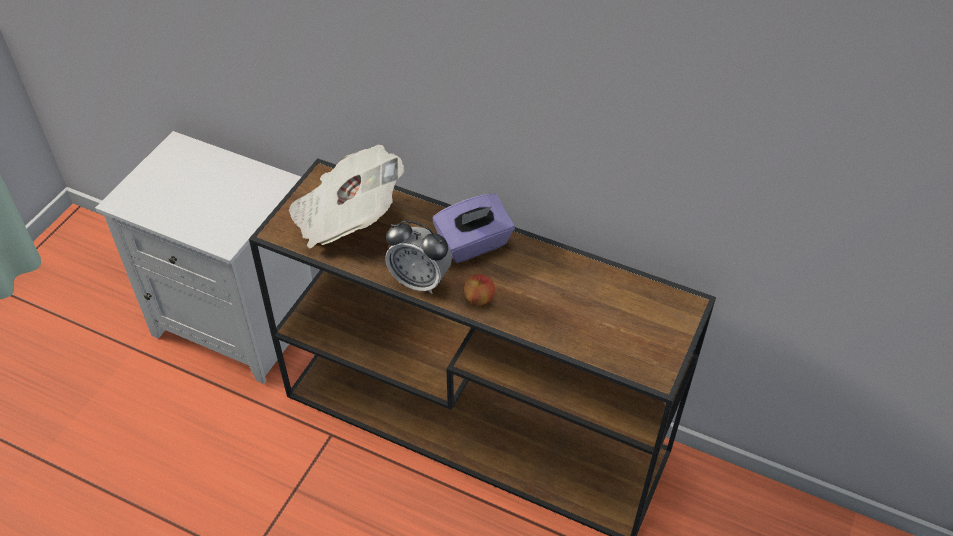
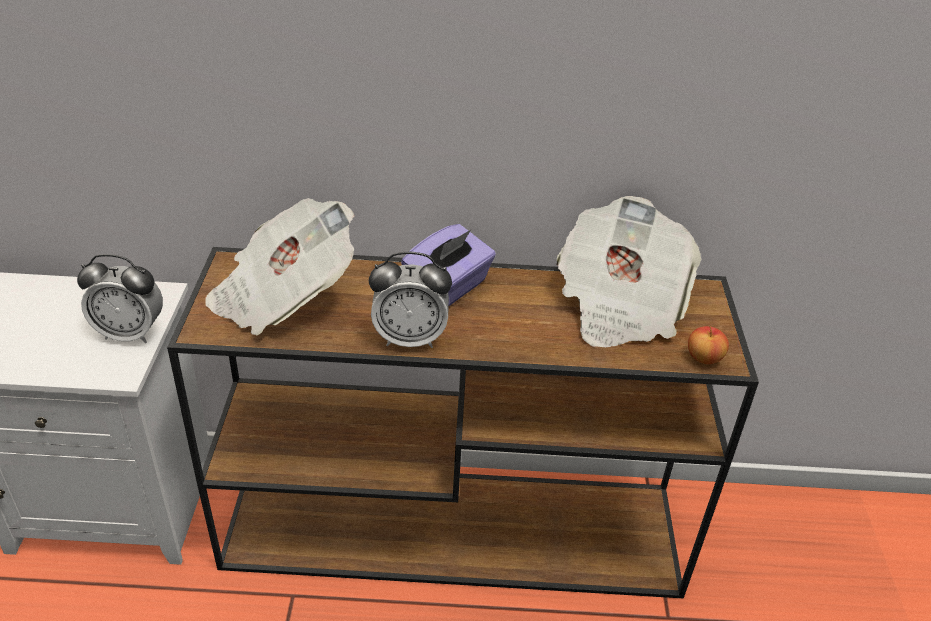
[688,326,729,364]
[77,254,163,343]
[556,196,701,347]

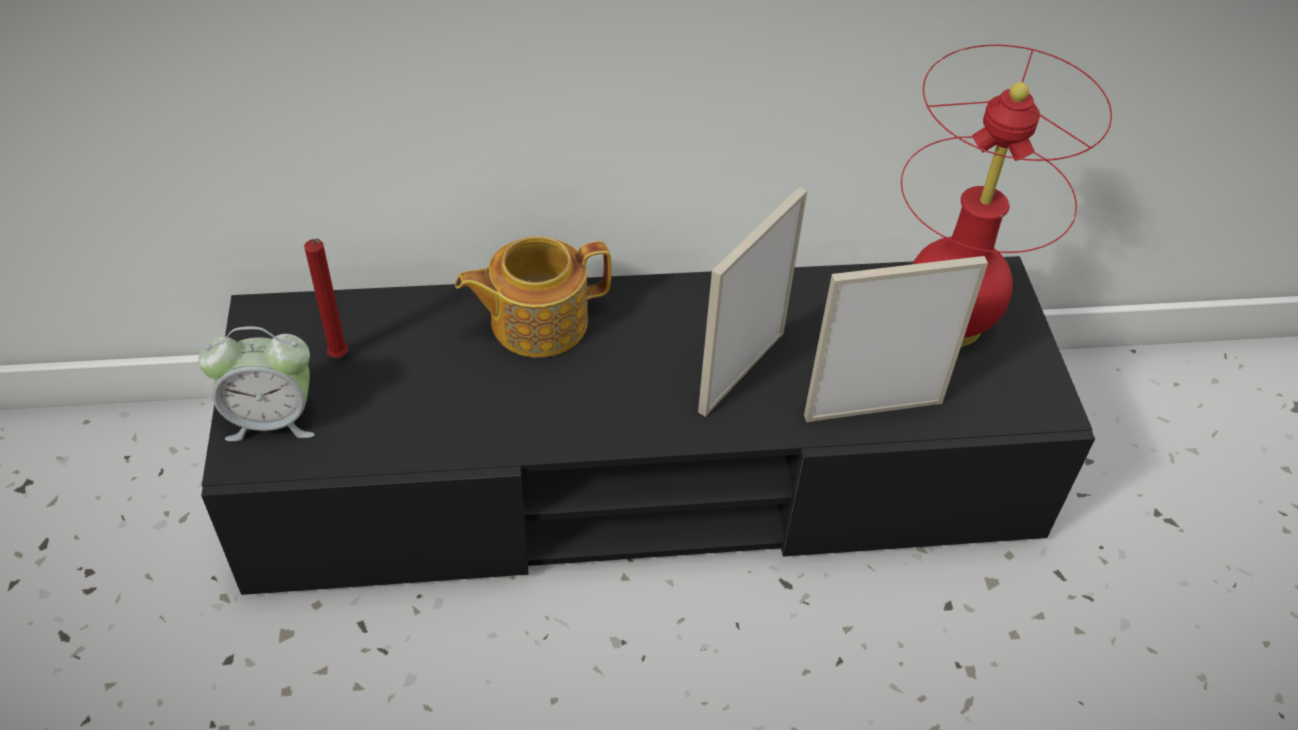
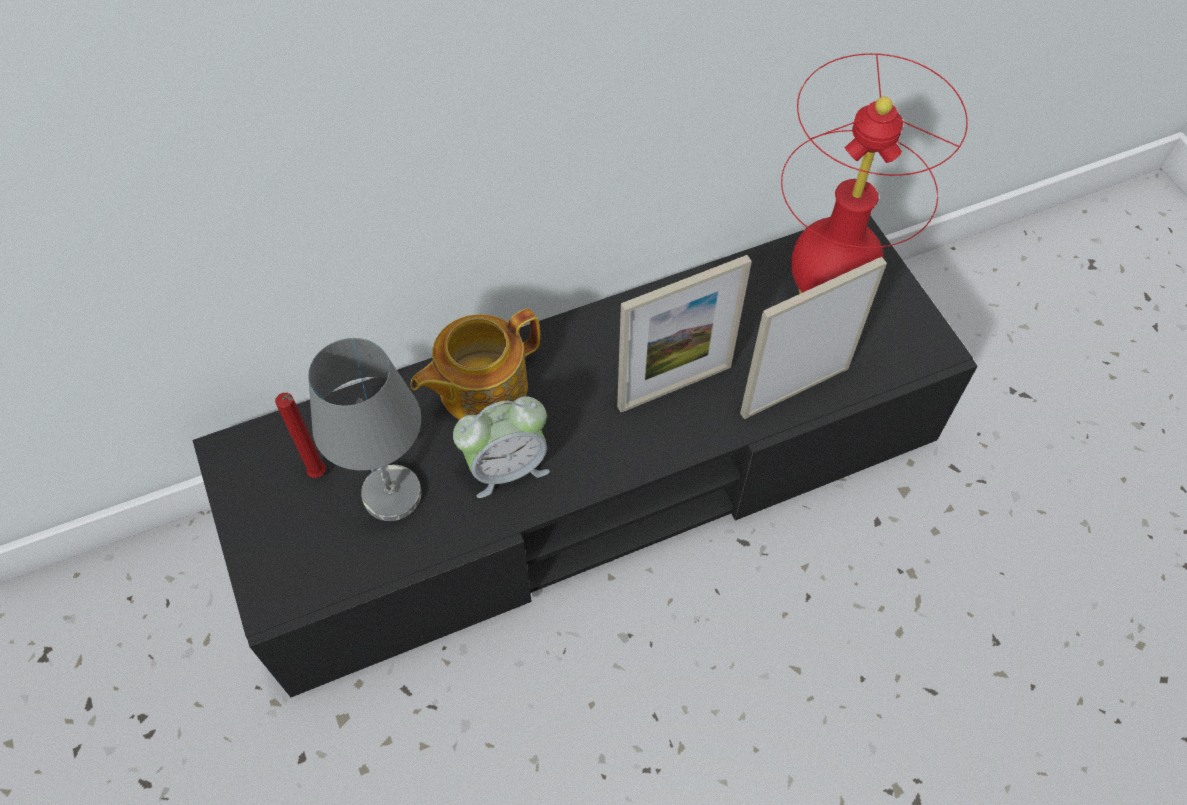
[453,396,550,498]
[617,255,752,412]
[308,338,421,521]

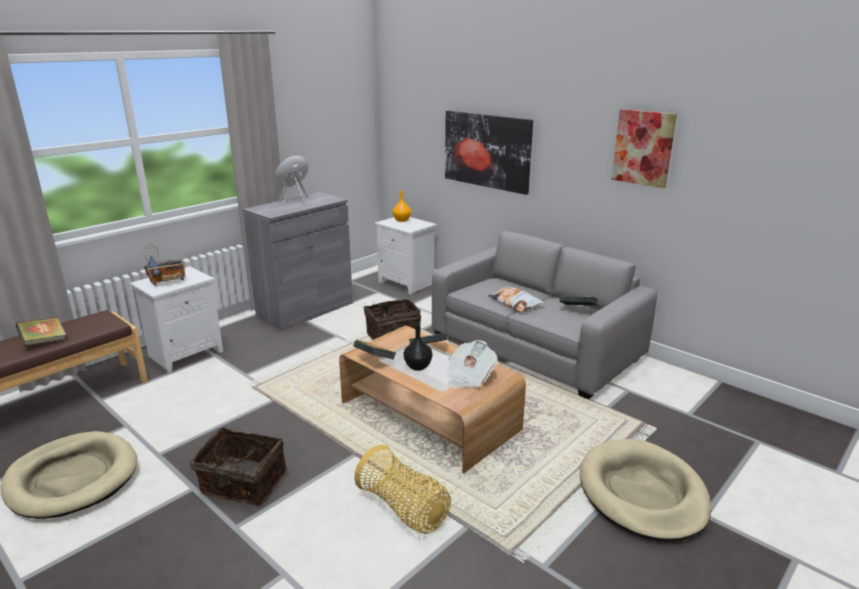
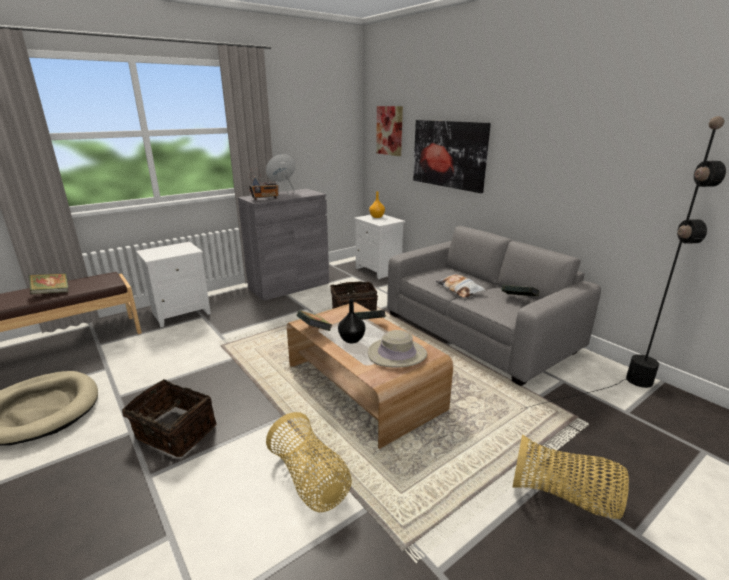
[249,168,279,200]
[368,330,427,368]
[512,434,629,519]
[376,106,403,156]
[438,116,726,439]

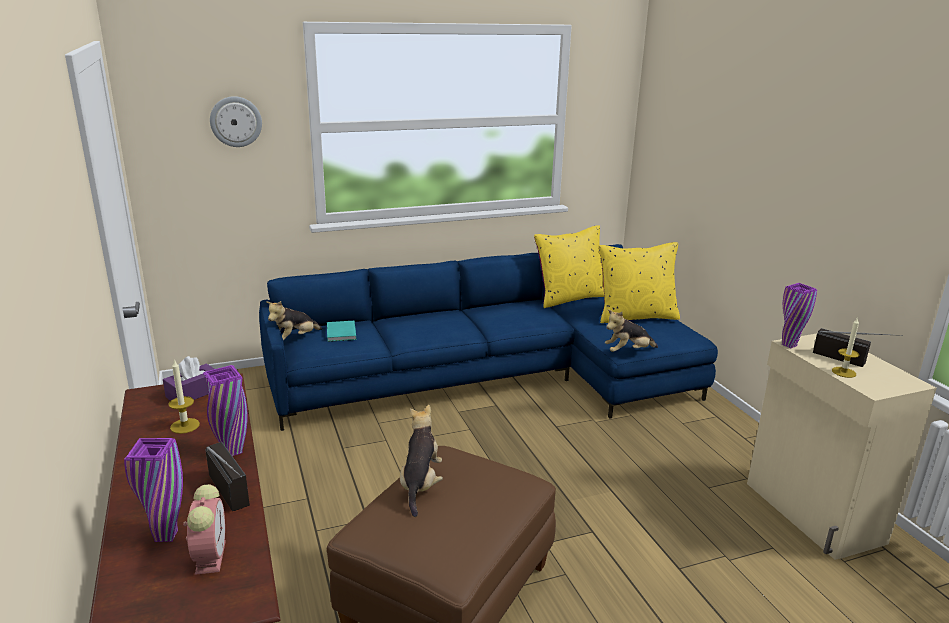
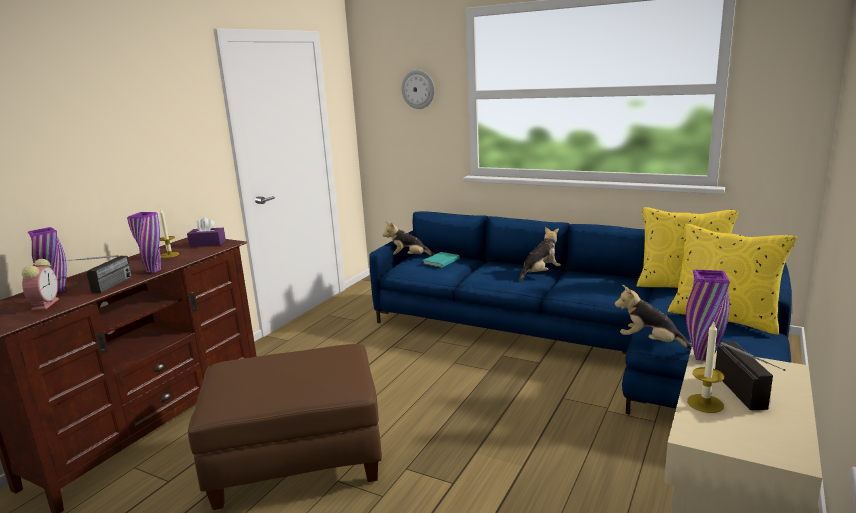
[22,259,59,311]
[519,227,561,281]

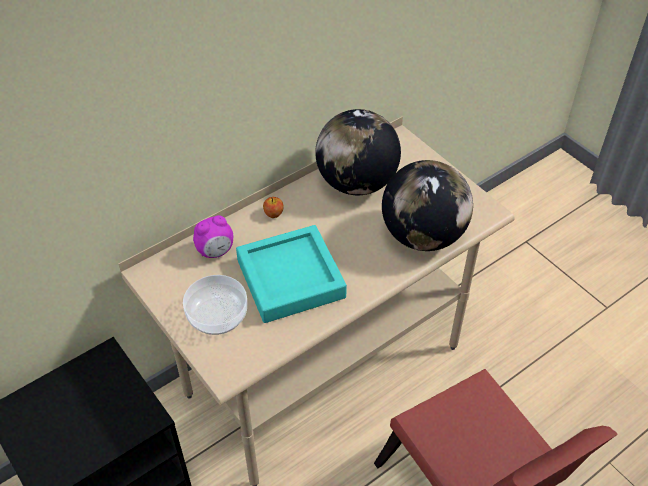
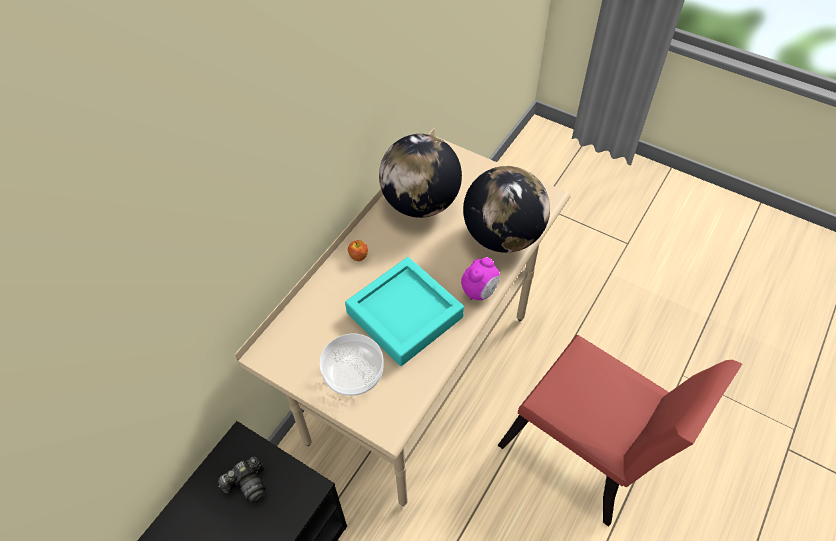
[461,257,500,300]
[218,456,265,503]

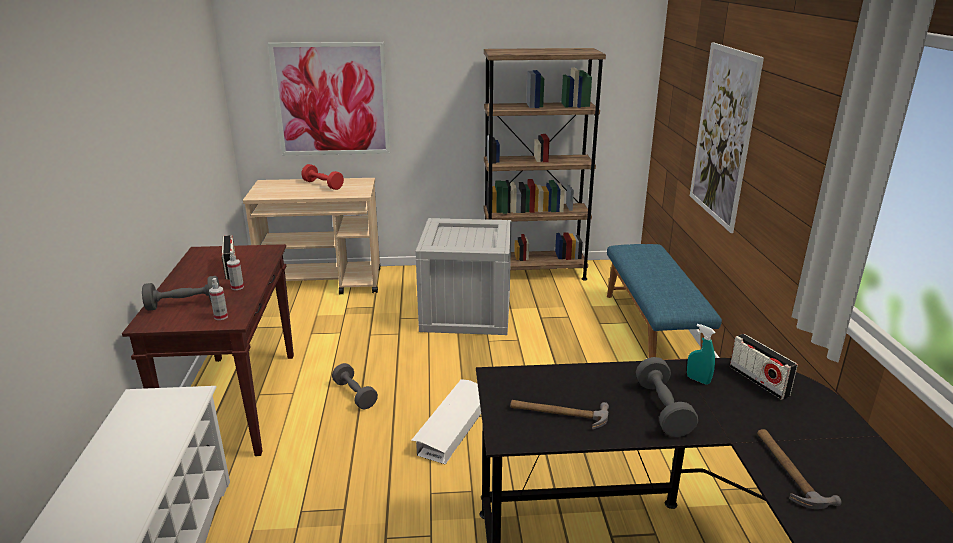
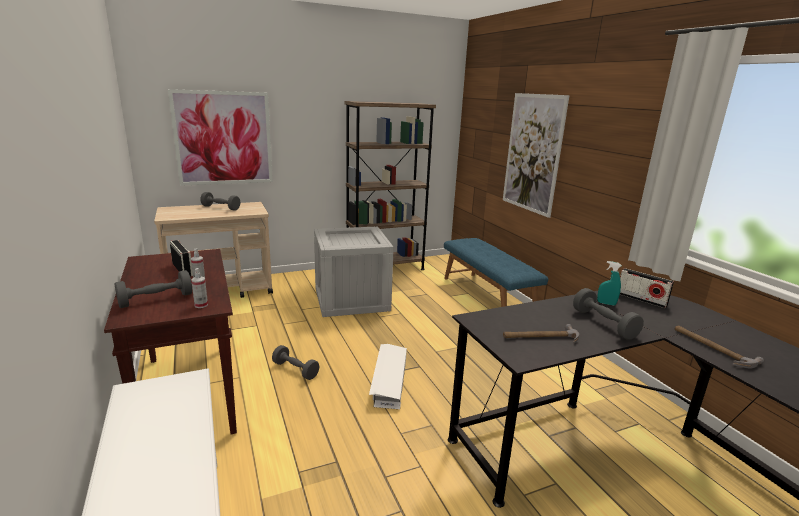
[200,192,240,210]

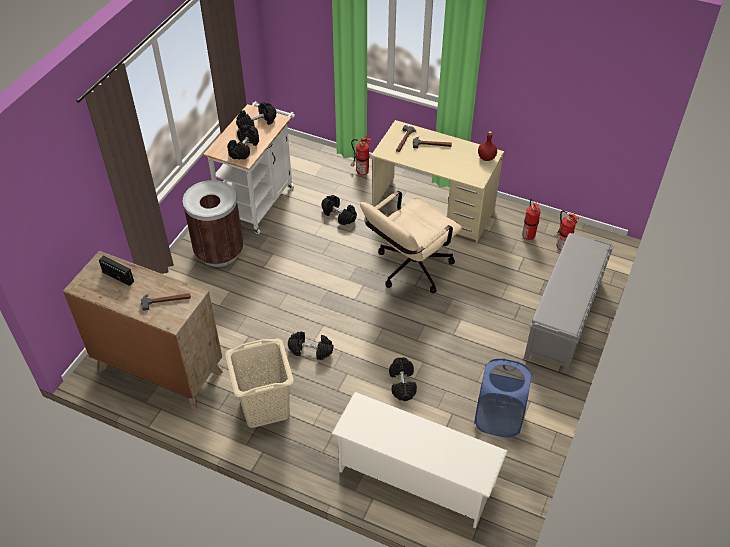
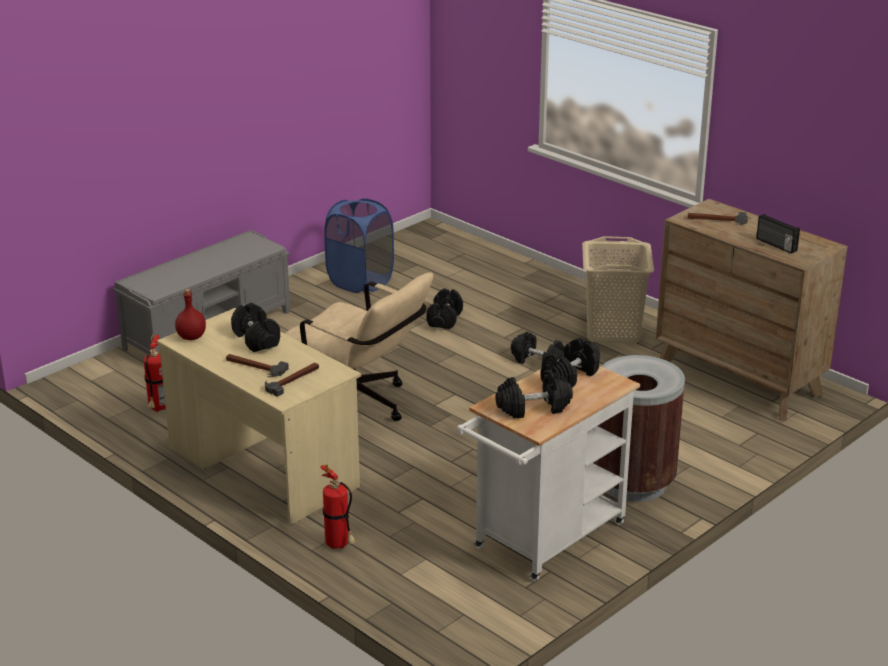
[231,303,280,352]
[332,392,507,529] (first image)
[285,272,433,421]
[554,210,579,250] (first image)

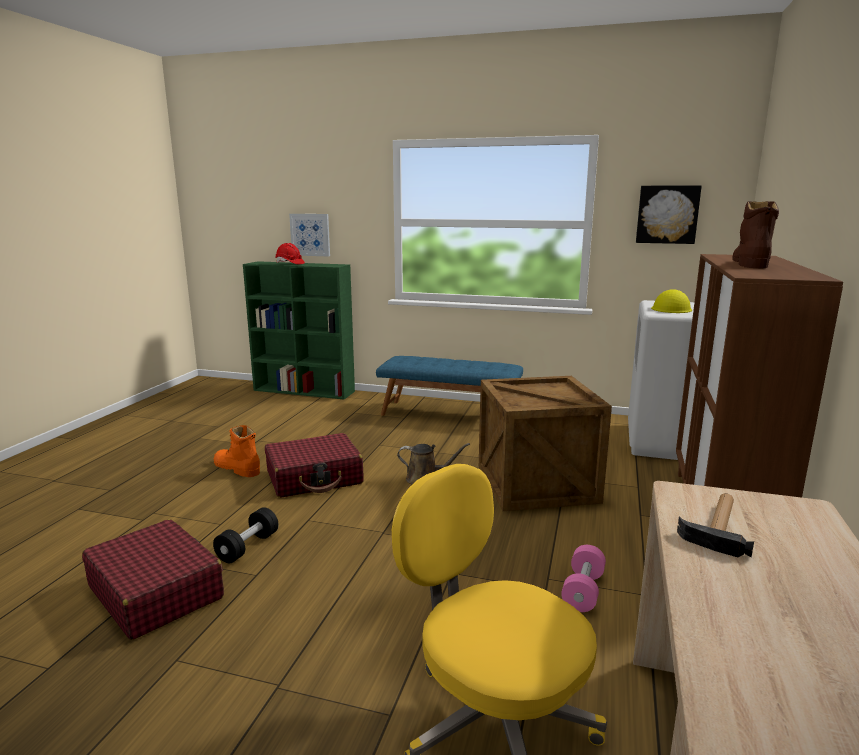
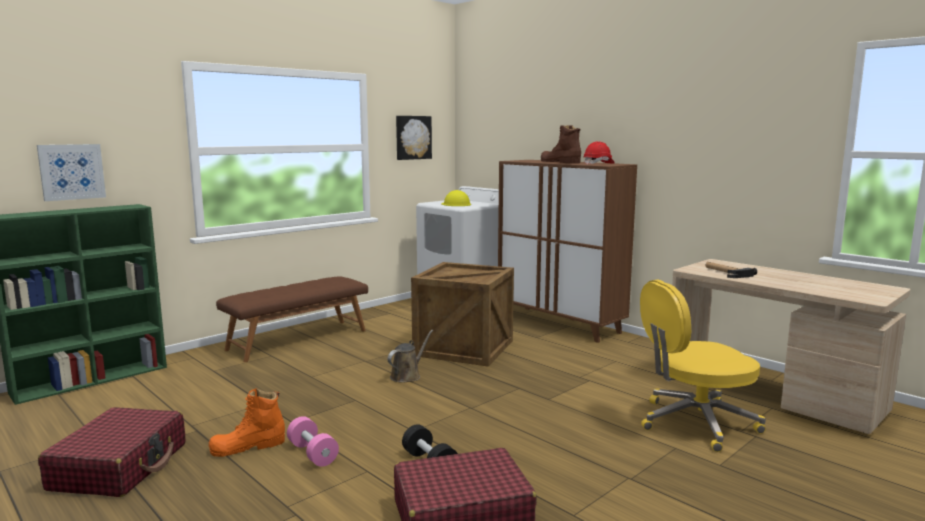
[38,407,185,497]
[584,141,615,164]
[216,277,368,362]
[287,416,339,467]

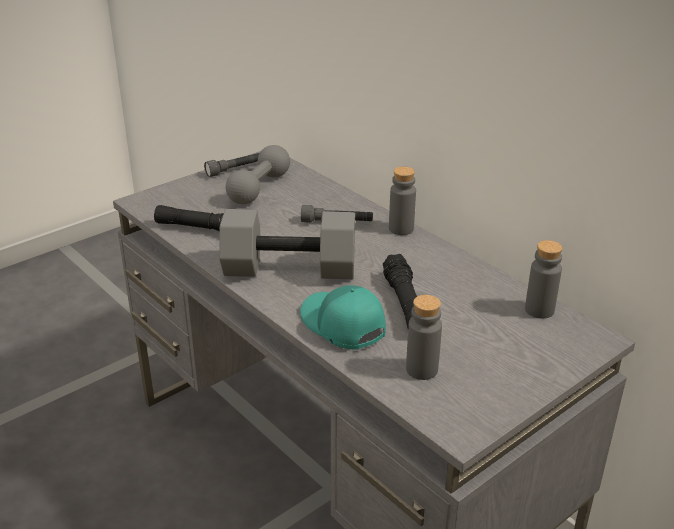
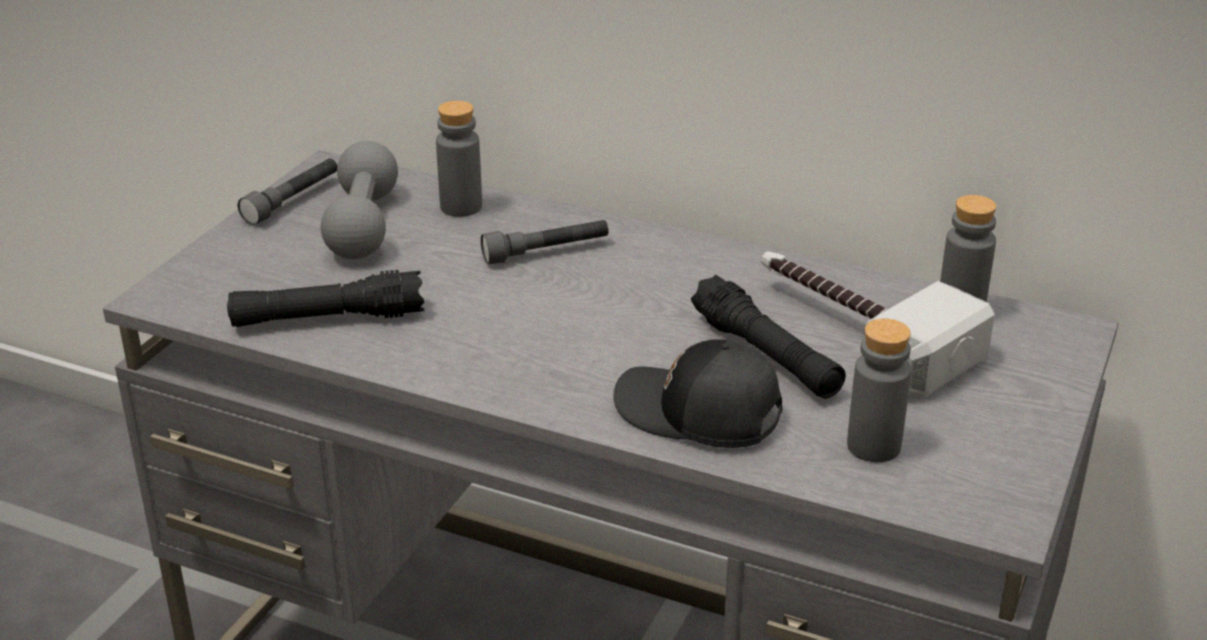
[219,209,355,279] (first image)
[613,339,782,448]
[436,101,482,217]
[761,251,995,398]

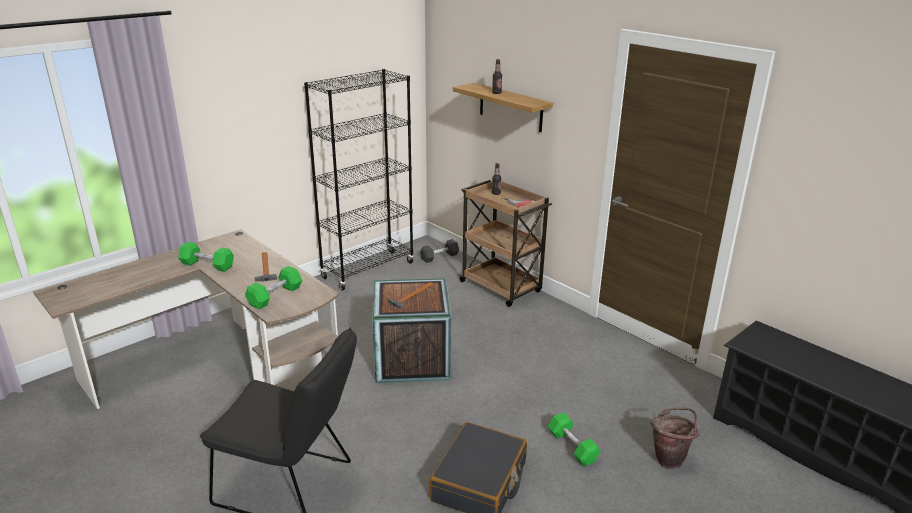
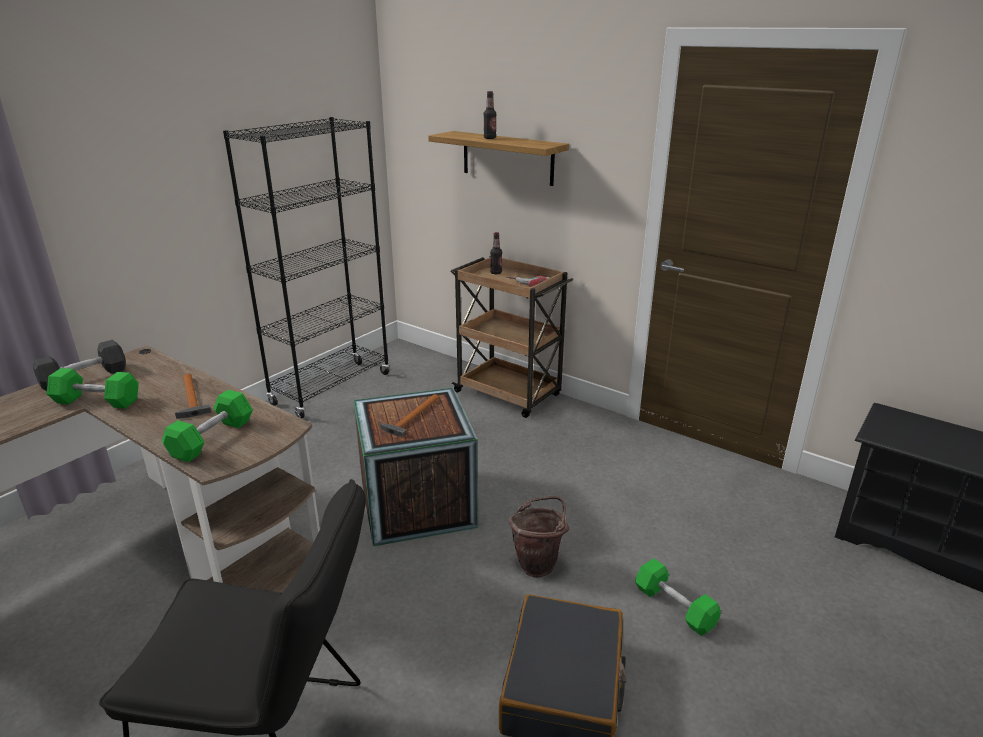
[33,340,126,391]
[508,496,569,578]

